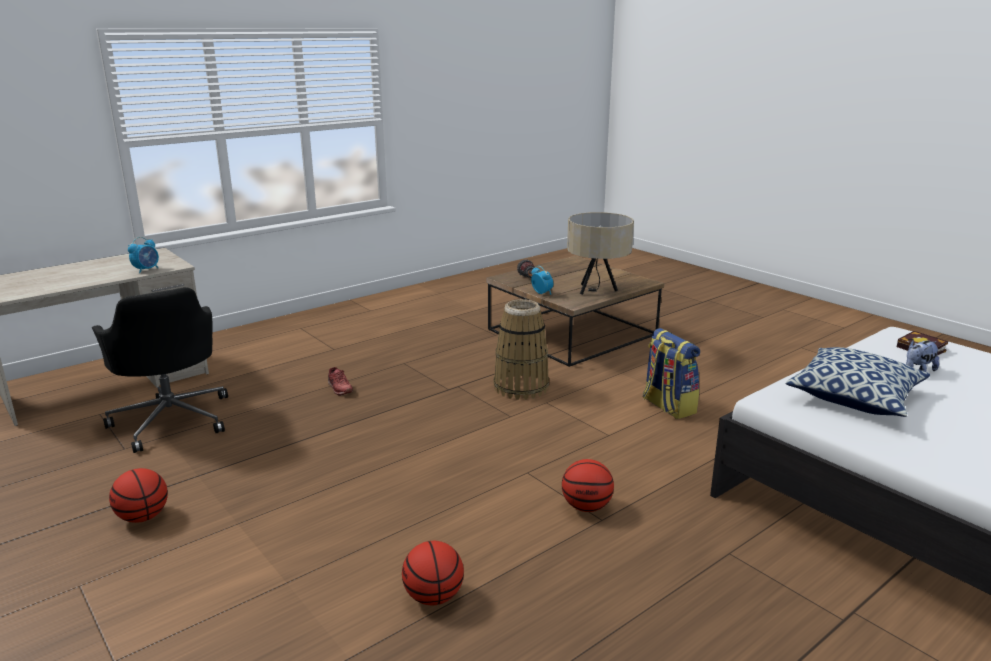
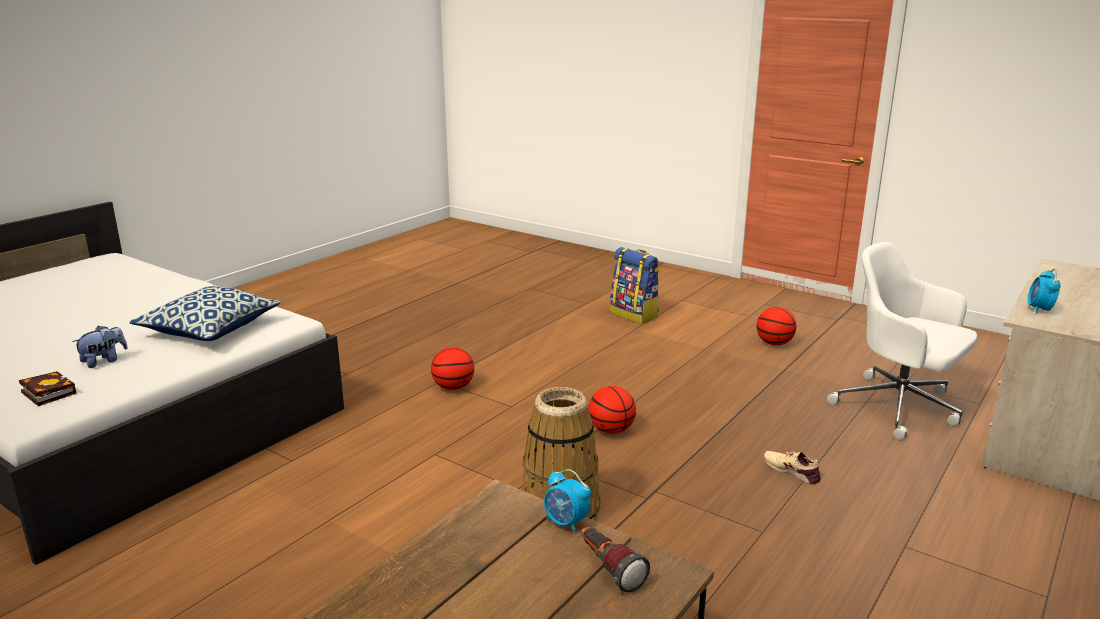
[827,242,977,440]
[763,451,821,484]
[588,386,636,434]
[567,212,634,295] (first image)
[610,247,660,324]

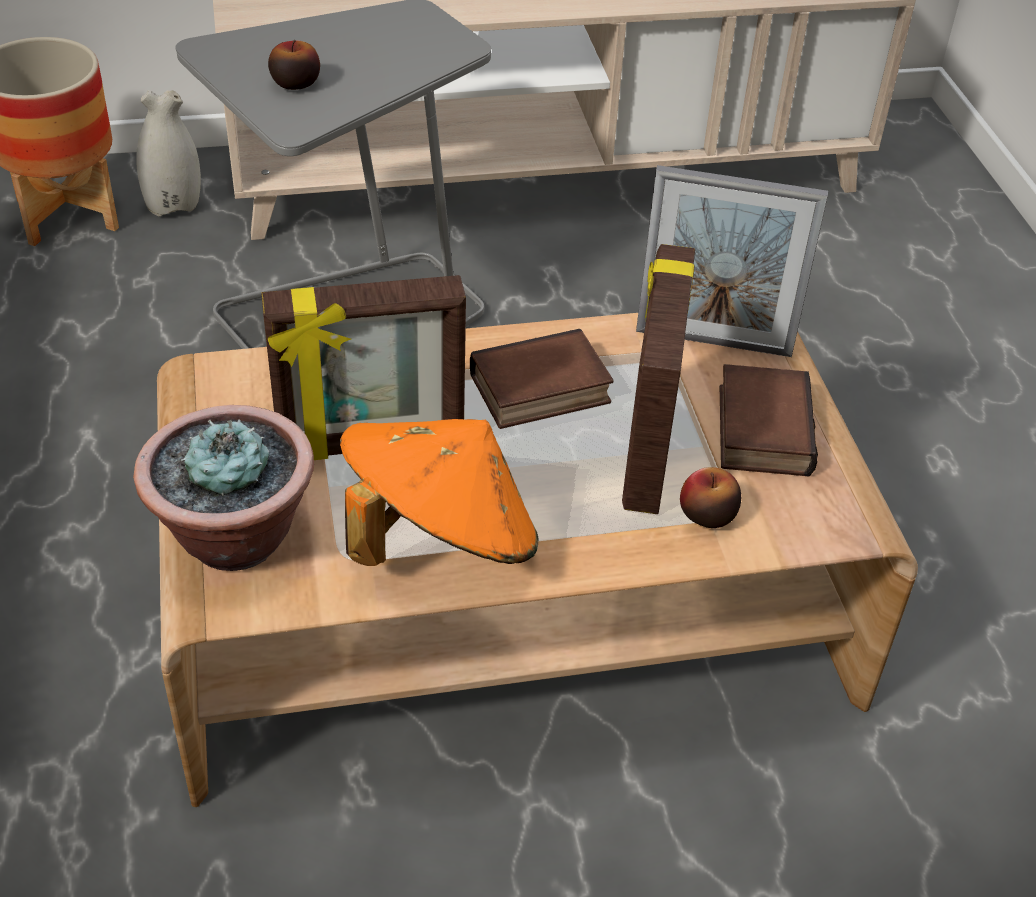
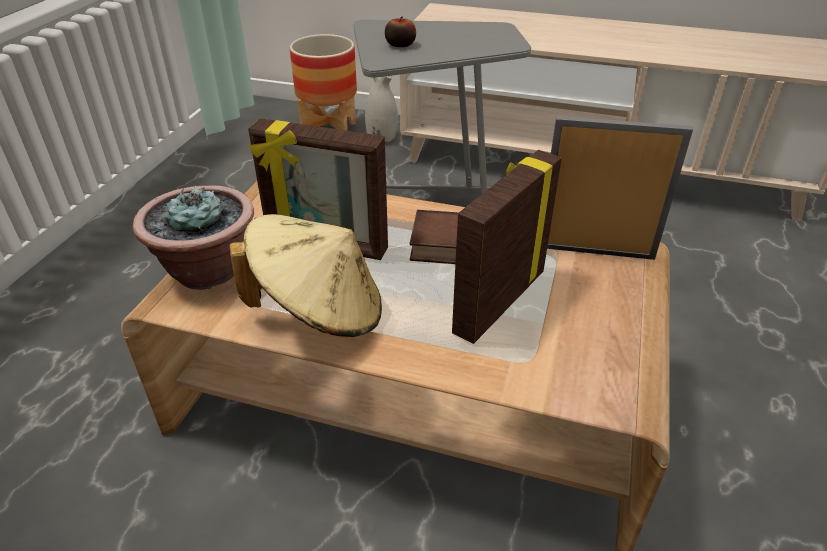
[230,214,382,337]
[547,116,693,260]
[680,467,741,528] (first image)
[720,364,818,476] (first image)

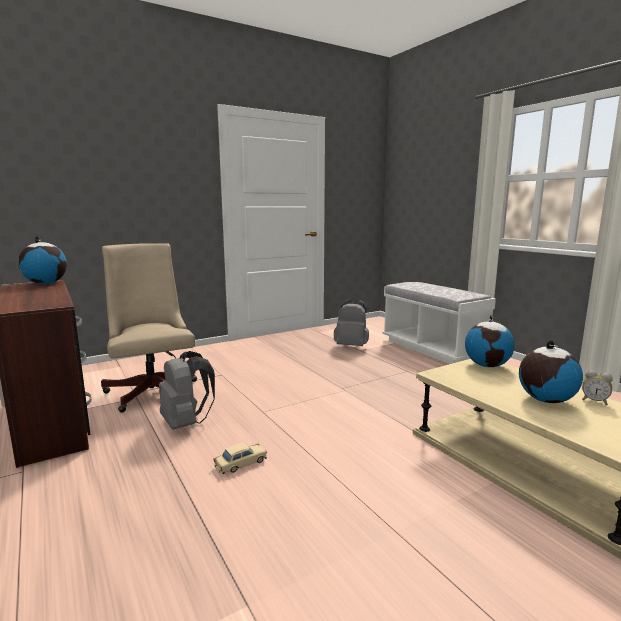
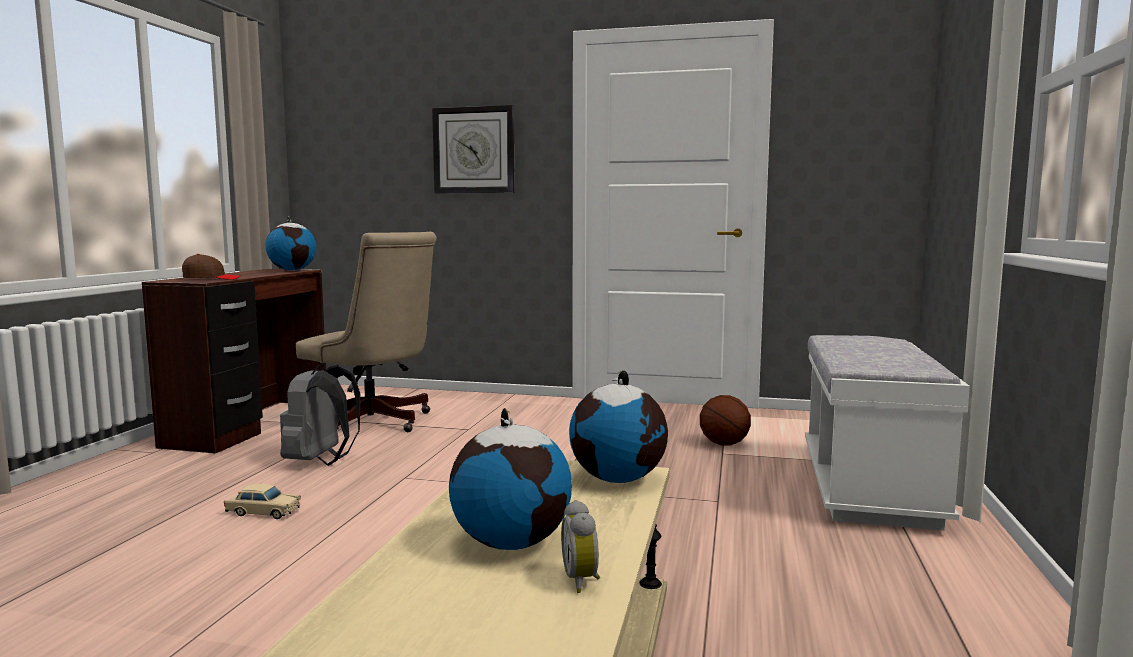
[296,232,437,432]
[700,395,751,446]
[182,254,241,280]
[432,105,515,193]

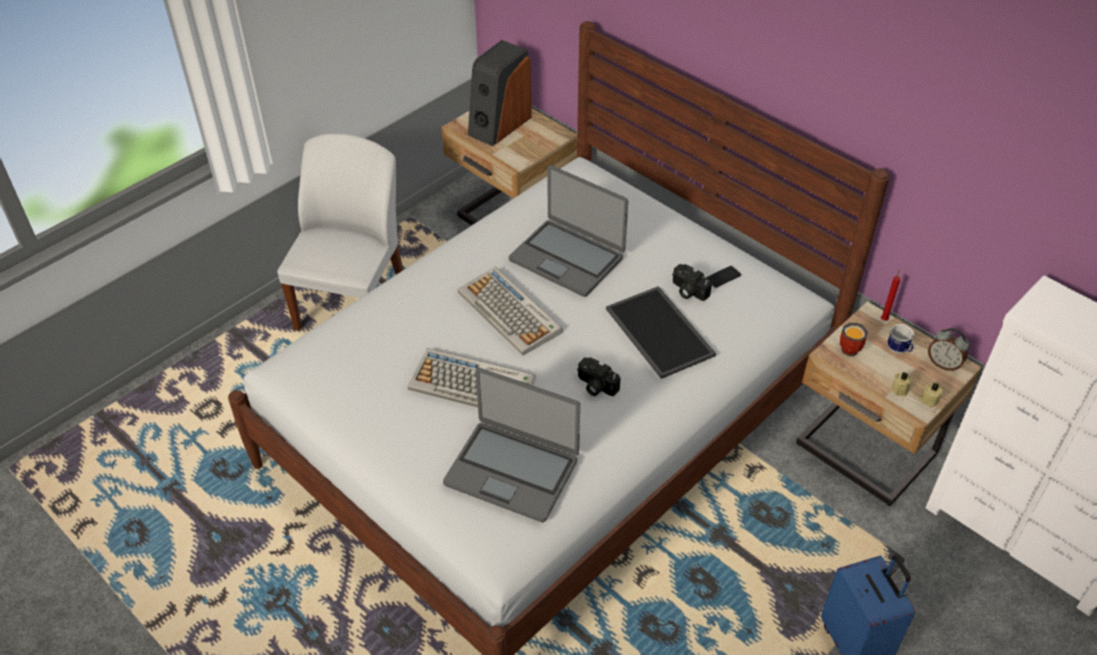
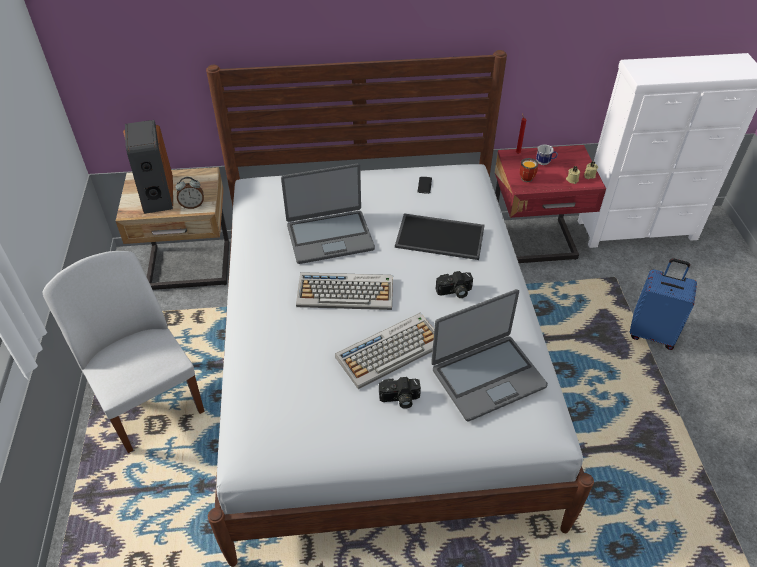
[379,377,421,409]
[495,145,606,263]
[176,177,204,209]

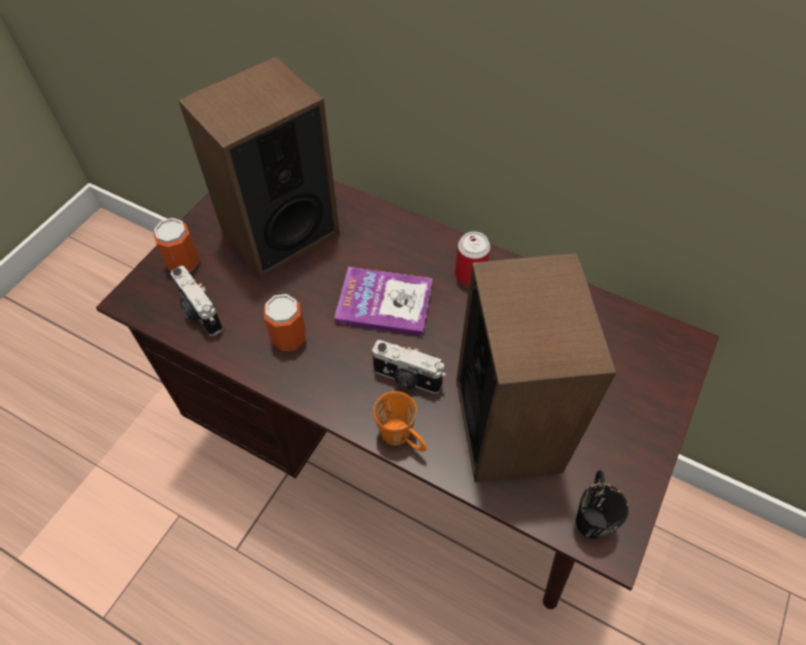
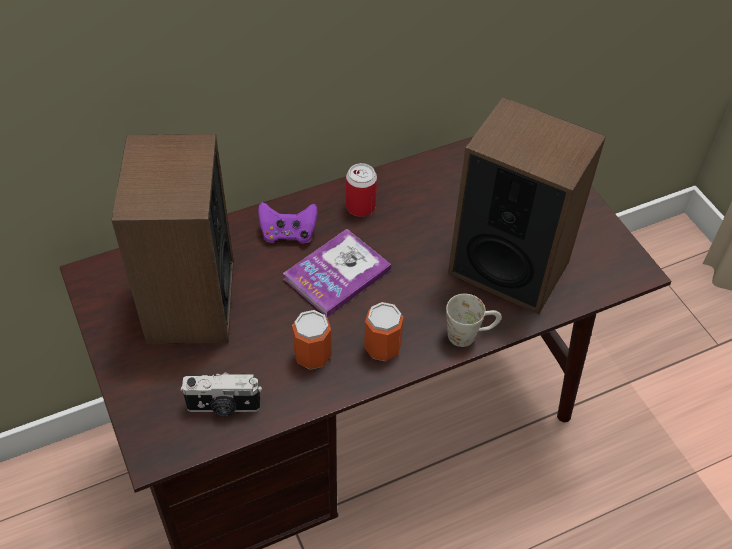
[364,302,404,361]
[371,340,446,394] (first image)
[446,294,502,347]
[576,470,629,539] (first image)
[258,202,318,244]

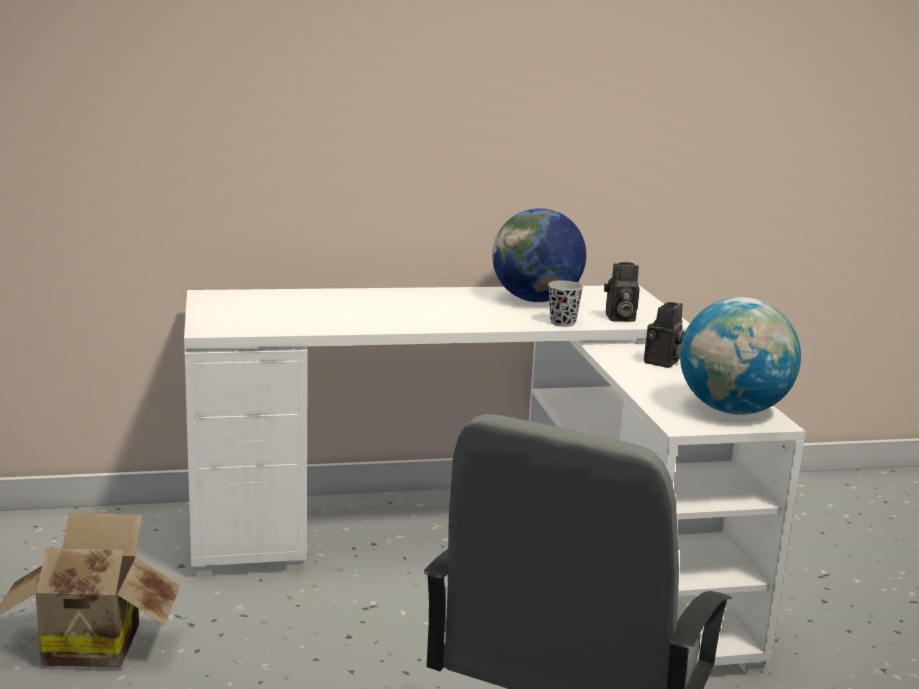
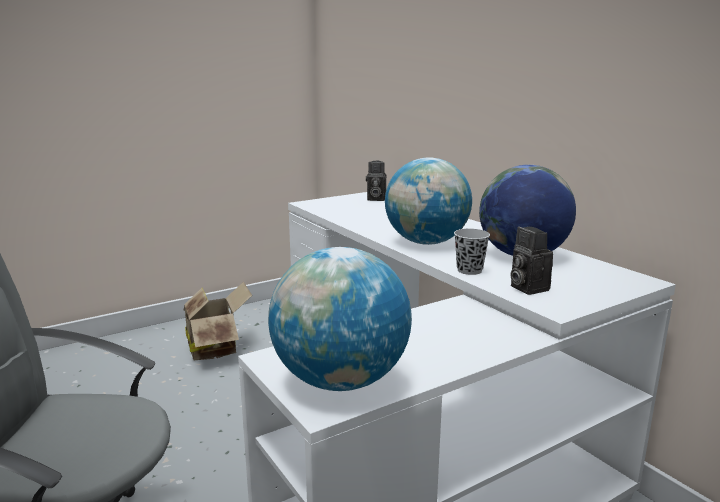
[366,161,386,201]
[385,157,472,245]

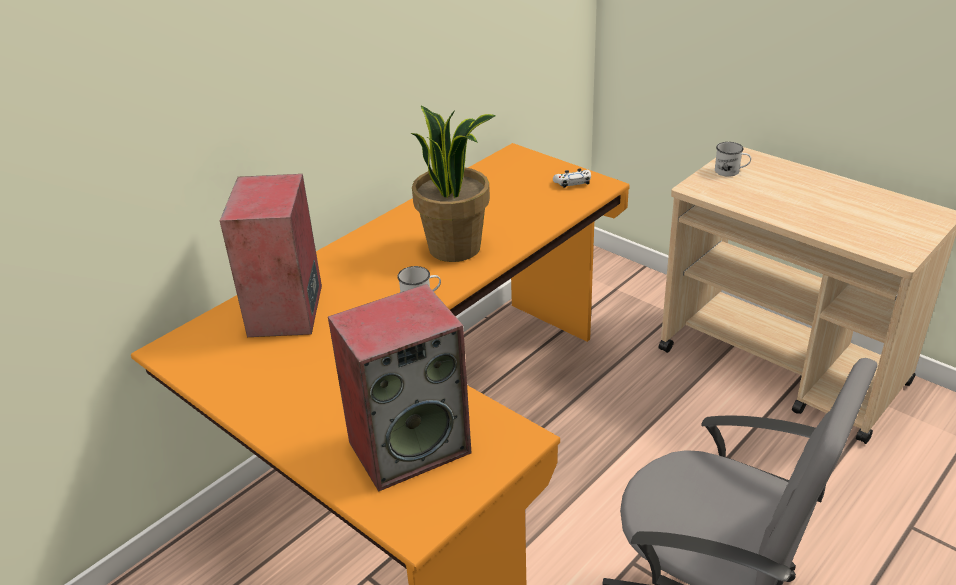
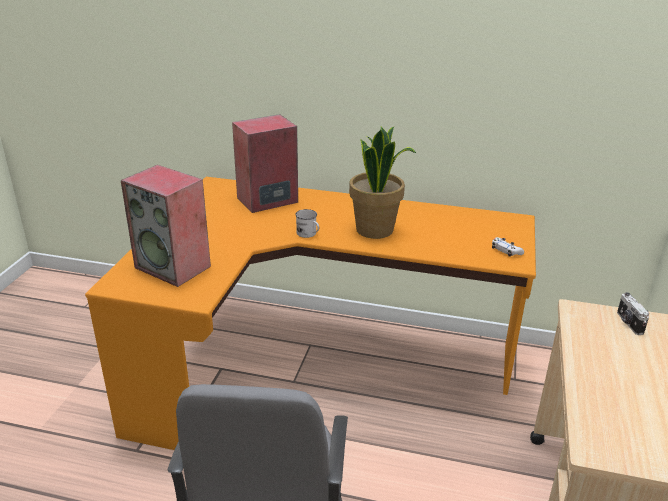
[617,292,649,335]

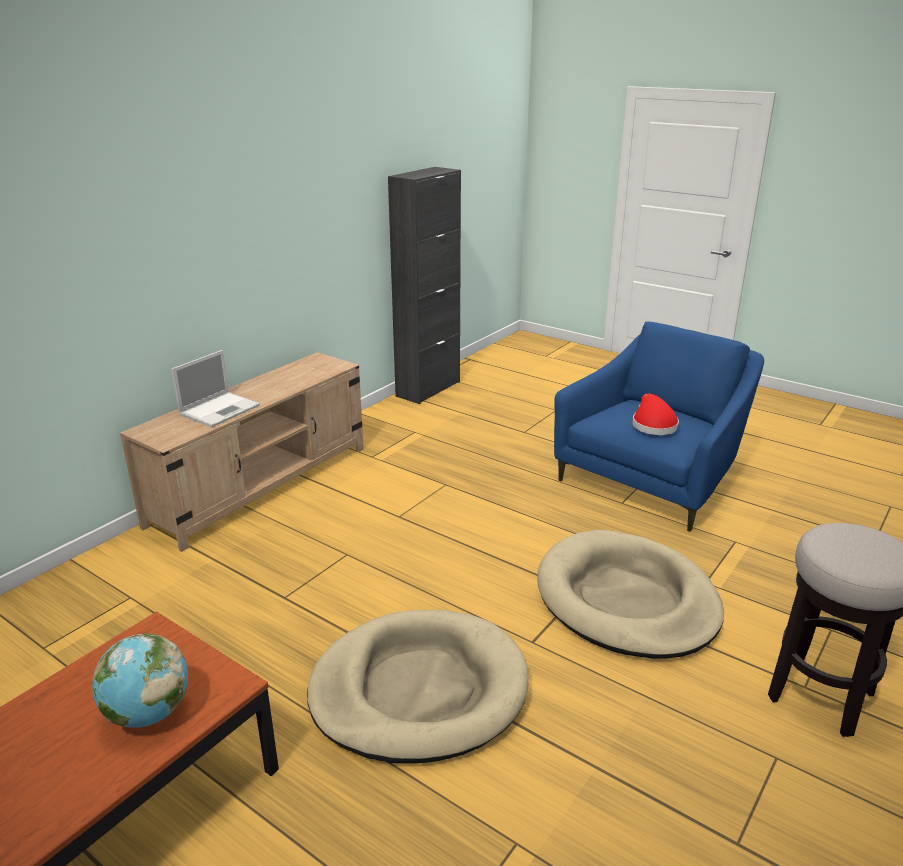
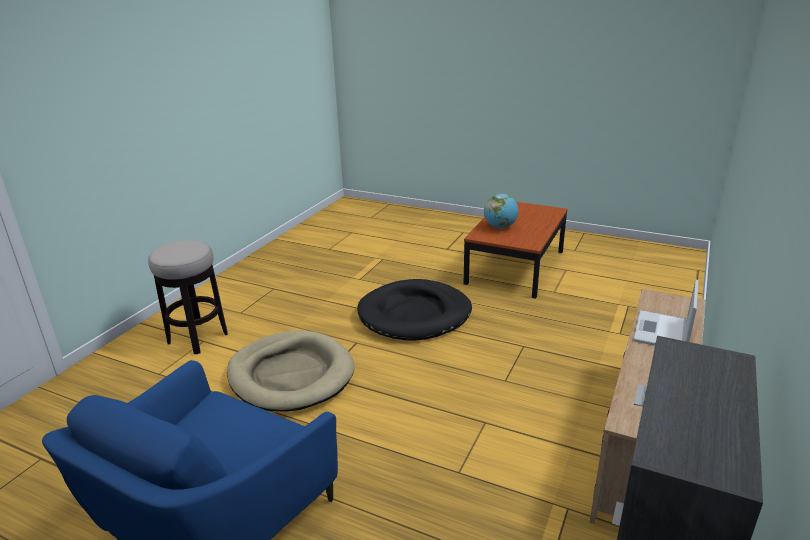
[357,279,472,341]
[632,394,679,435] (first image)

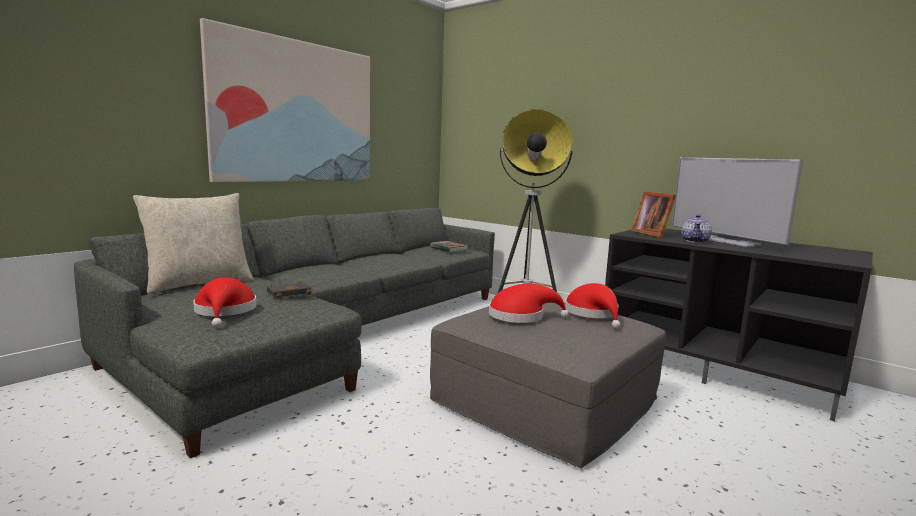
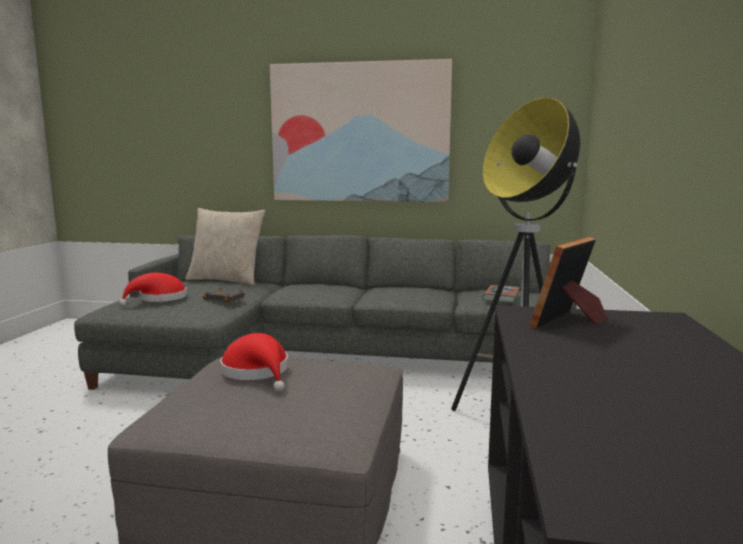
[565,283,621,329] (first image)
[672,157,803,247] (first image)
[681,215,712,243] (first image)

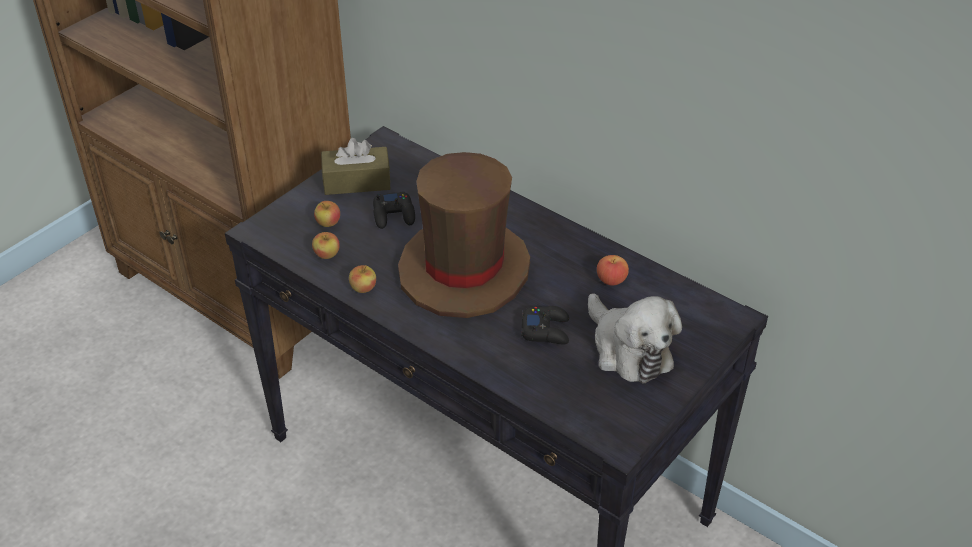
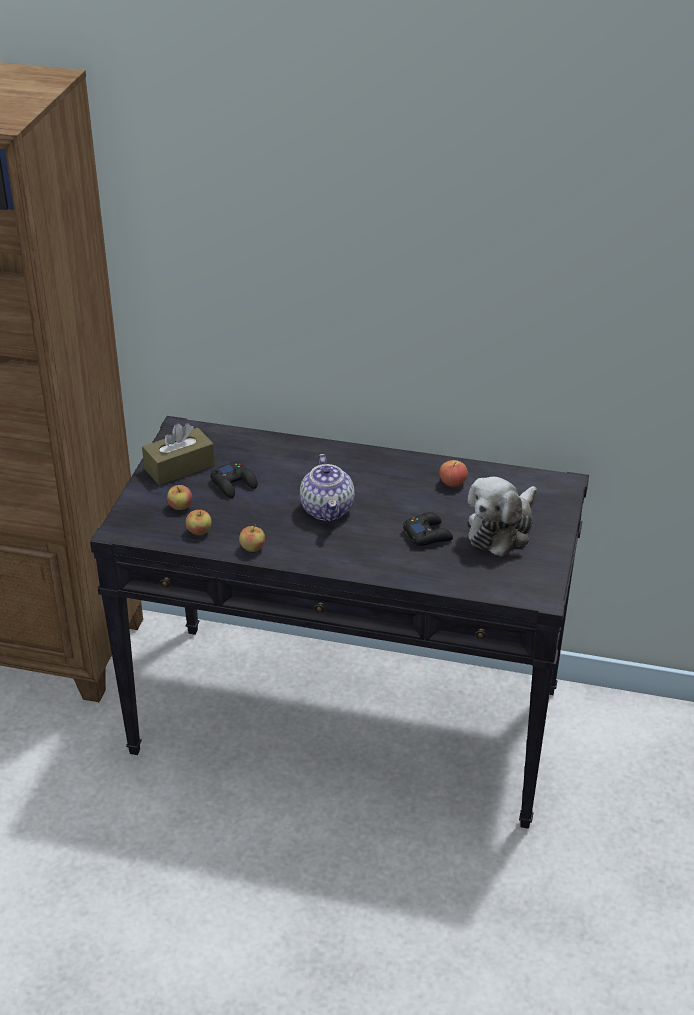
[300,454,355,522]
[468,477,537,556]

